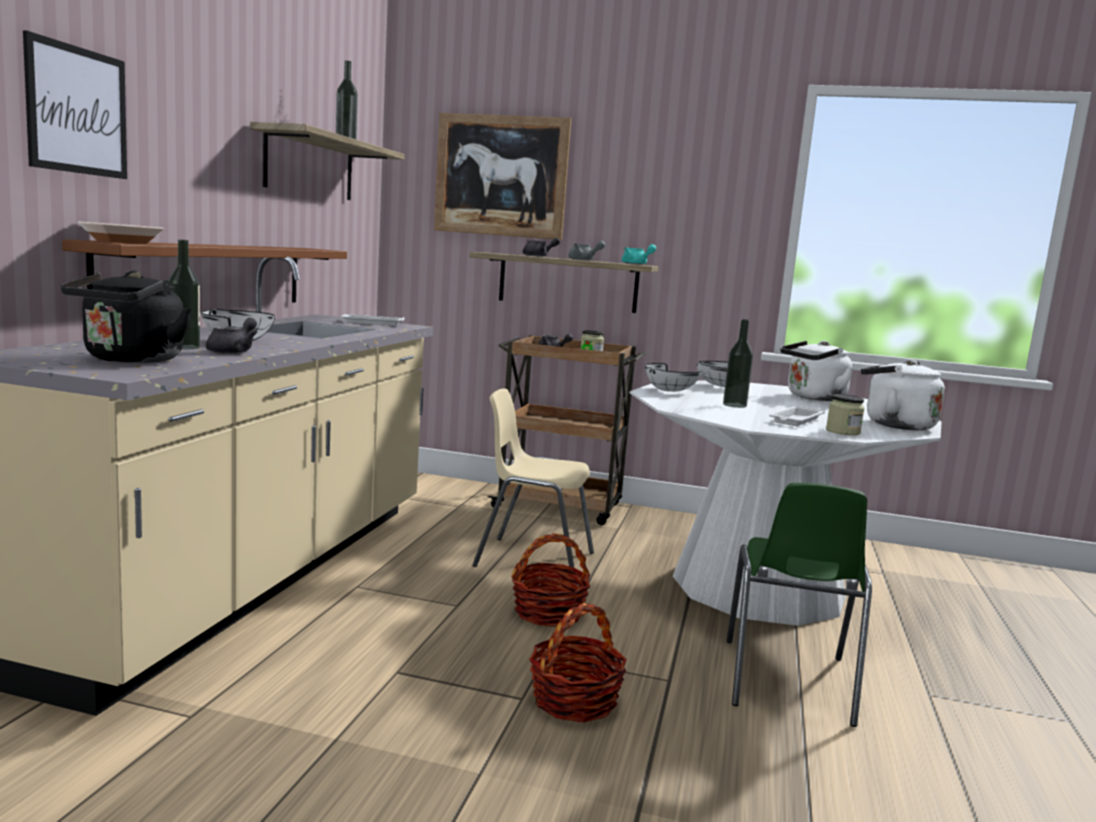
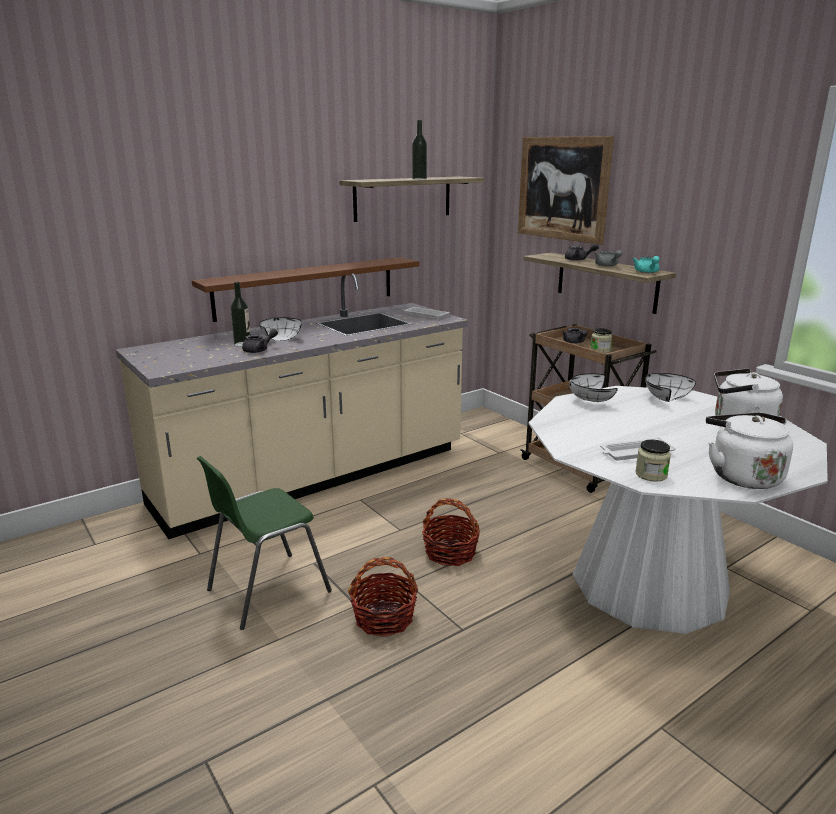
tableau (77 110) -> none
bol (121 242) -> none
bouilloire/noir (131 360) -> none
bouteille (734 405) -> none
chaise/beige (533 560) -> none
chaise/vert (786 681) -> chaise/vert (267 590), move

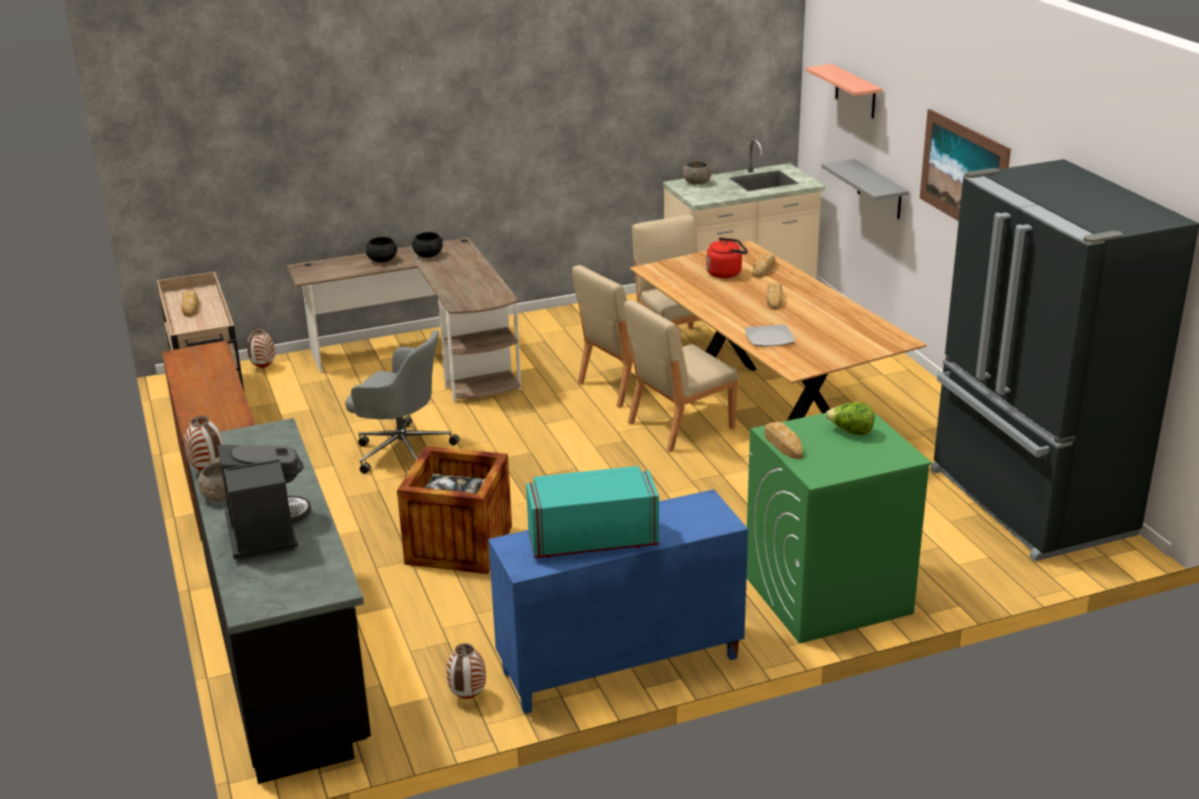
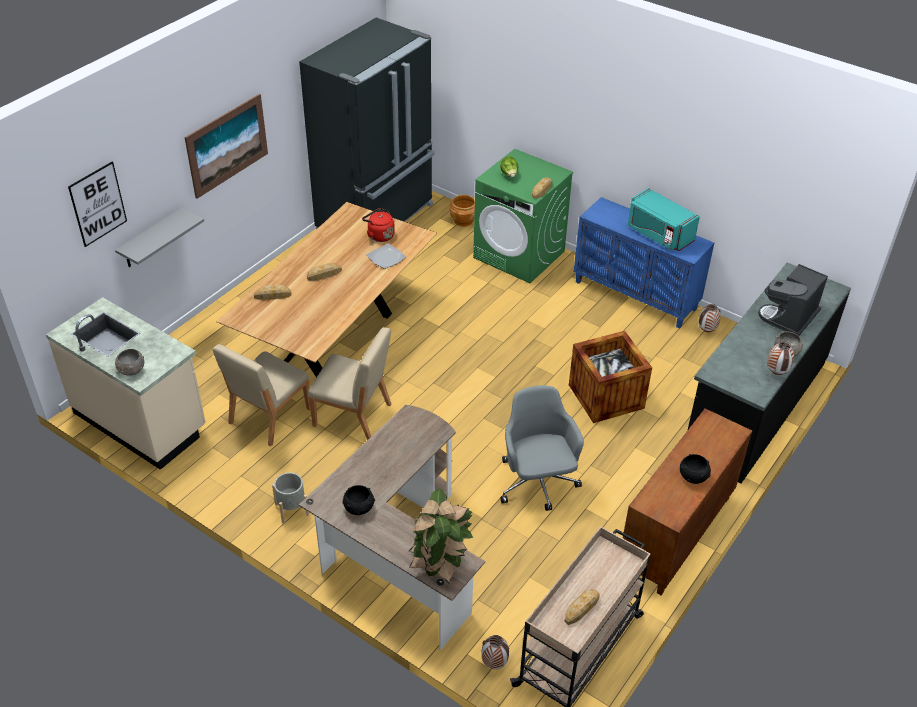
étagère (855 92) -> tableau (98 204)
bol/noir (382 260) -> bol/noir (693 476), move
bouilloire/rouge (726 273) -> bouilloire/rouge (379 235), move
chaise/beige (679 426) -> none
none -> cache-pot/marron (463 221)
none -> cache-pot/gris (292 509)
none -> plante en pot (440 564)

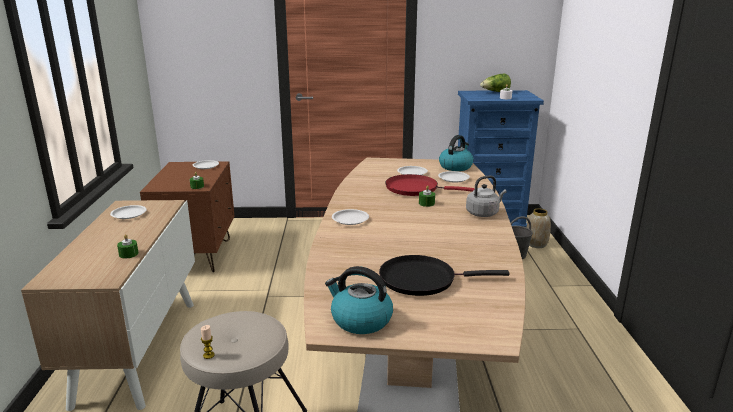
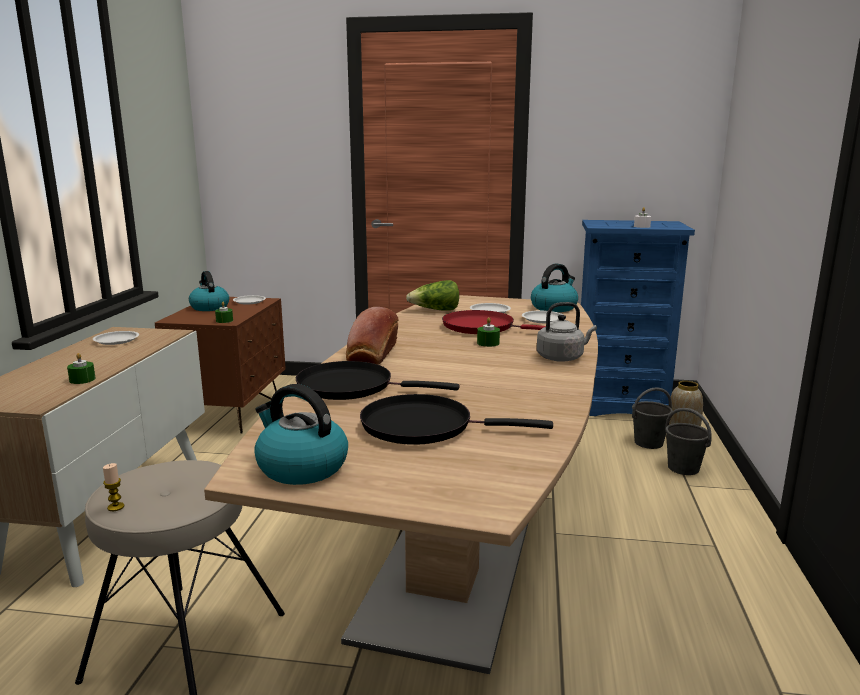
laitue (495 92) -> laitue (435 310), move
assiette/blanc (350 219) -> pain (371 354)
none -> bouilloire (209 307)
none -> poêle/noir (351 387)
none -> seau/gris (684 468)

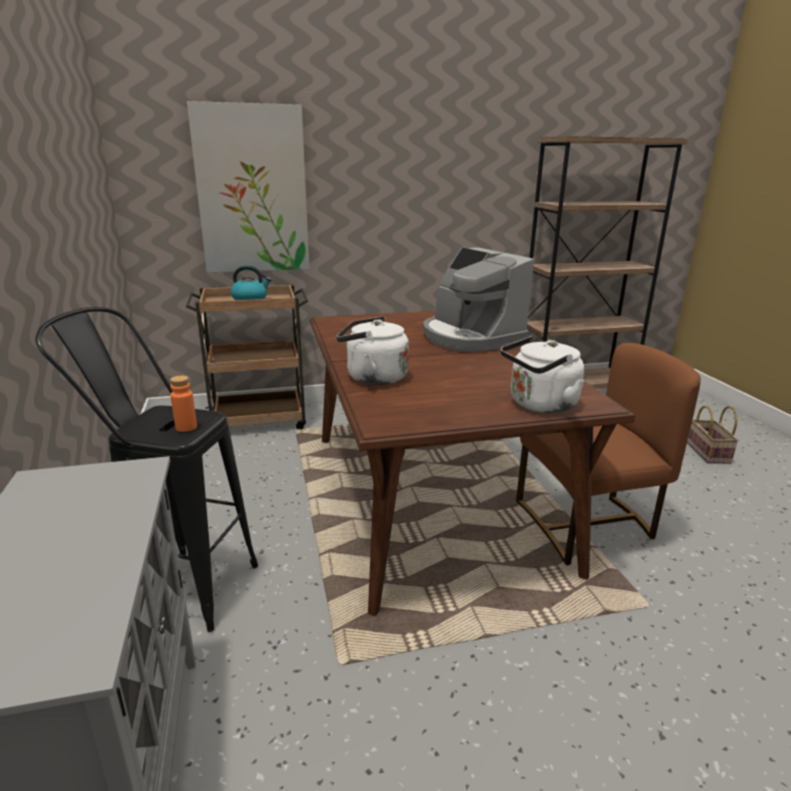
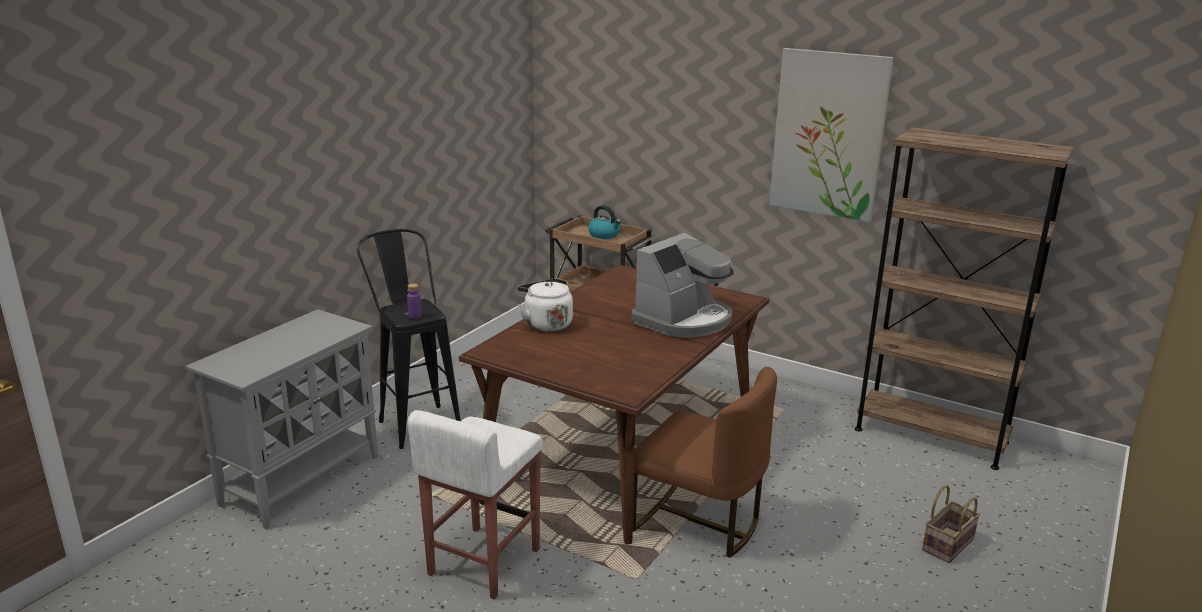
tableau (252 190) -> tableau (828 134), move
machine à café (470 337) -> machine à café (684 320), 150 degrees counterclockwise
bouilloire/blanc (540 405) -> none
bouteille/orange (186 427) -> bouteille/violet (415 316)
none -> tabouret/blanc (483 562)

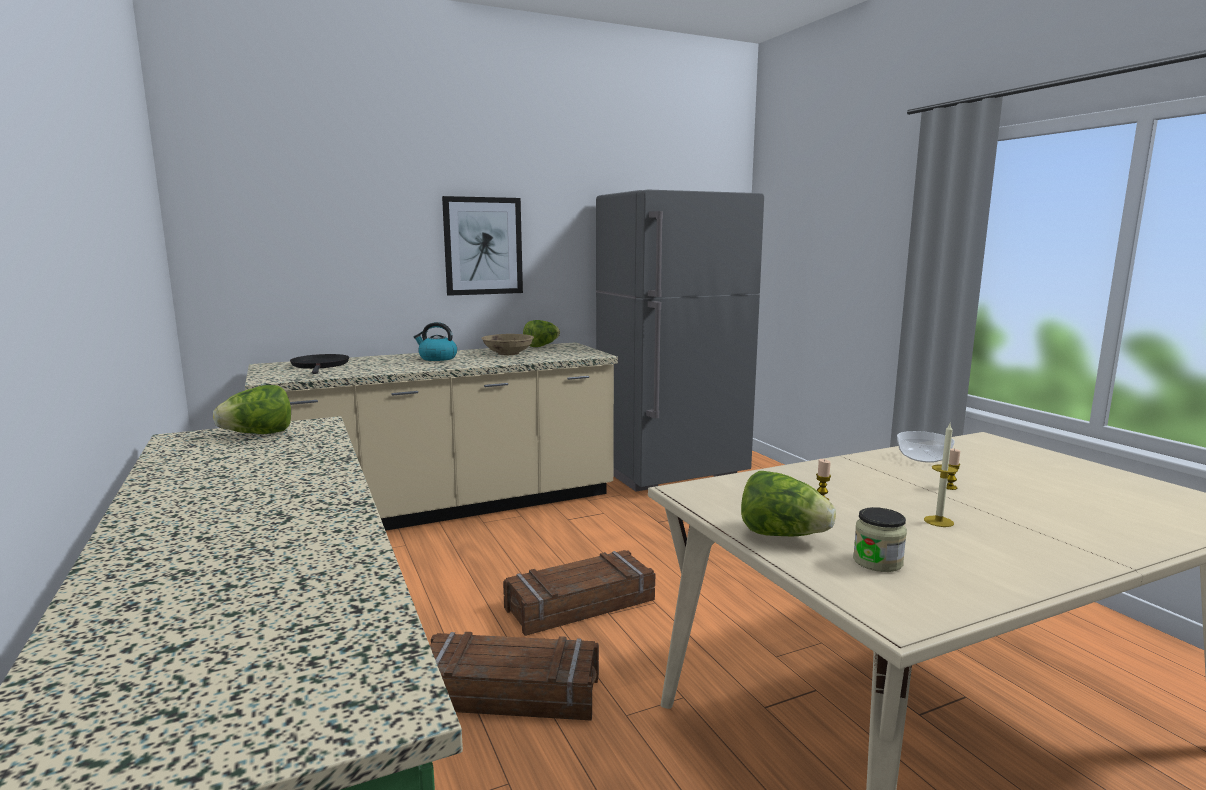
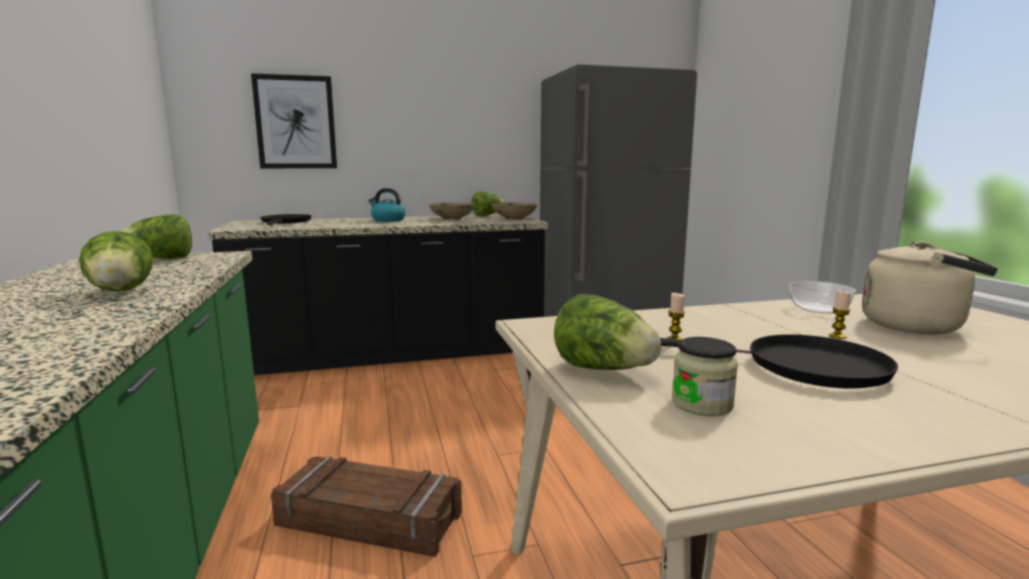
tableau (483 246) -> tableau (295 122), move
comptoir de cuisine/beige (446 508) -> comptoir de cuisine/noir (394 353)
bougie (938 521) -> poêle/noir (806 368)
caisse (579 604) -> none
none -> bol/beige (514 218)
none -> laitue (121 292)
none -> bouilloire/beige (917 326)

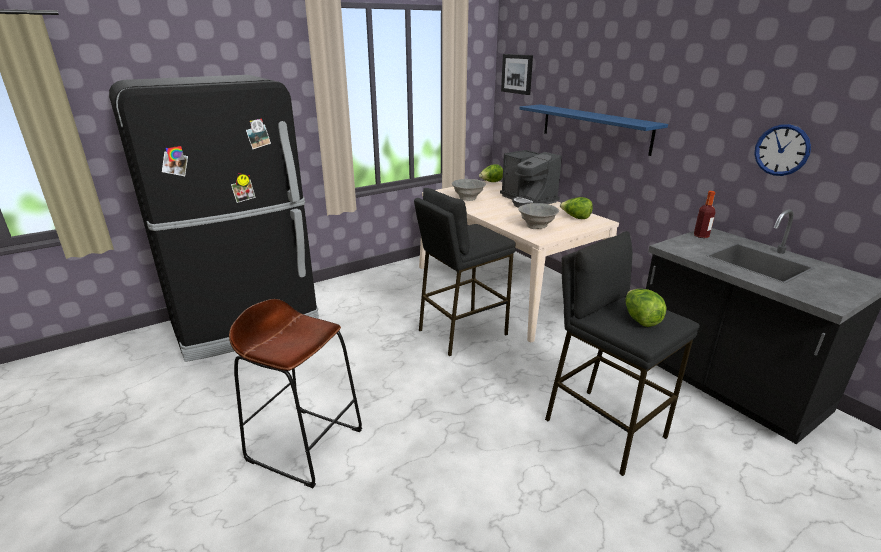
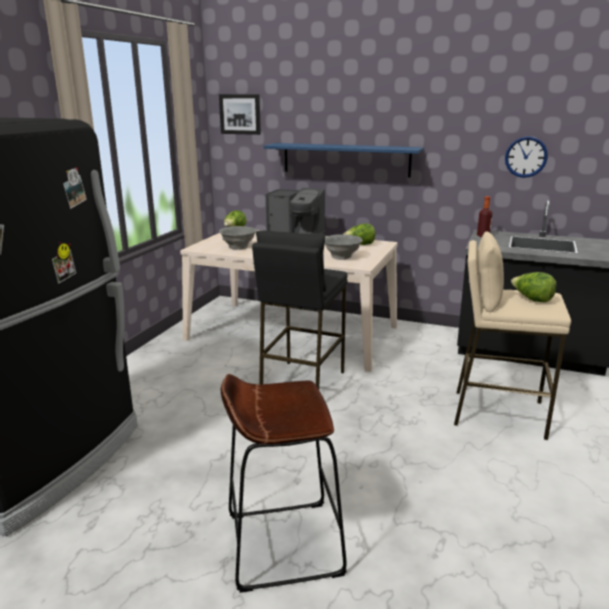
tabouret/noir (604 428) -> tabouret/beige (498 413)

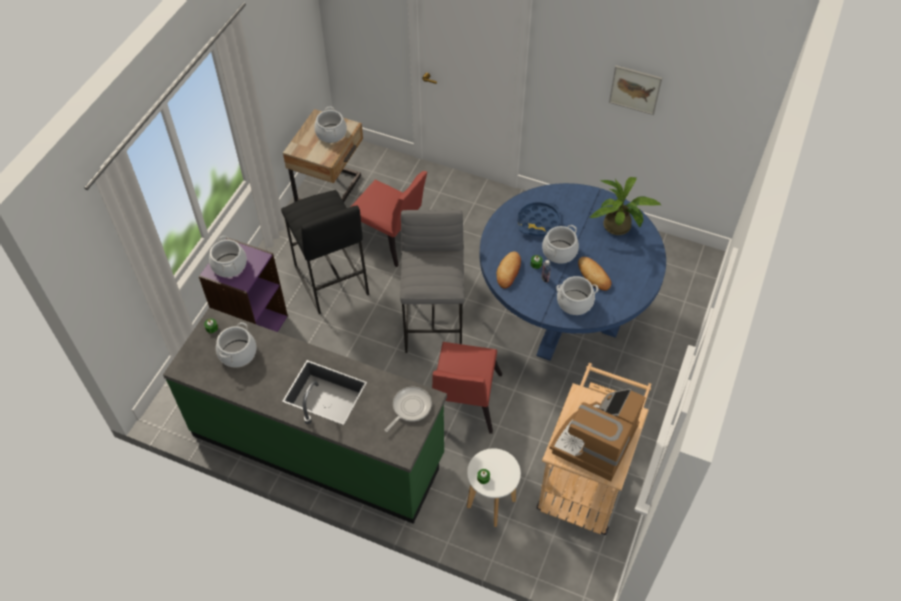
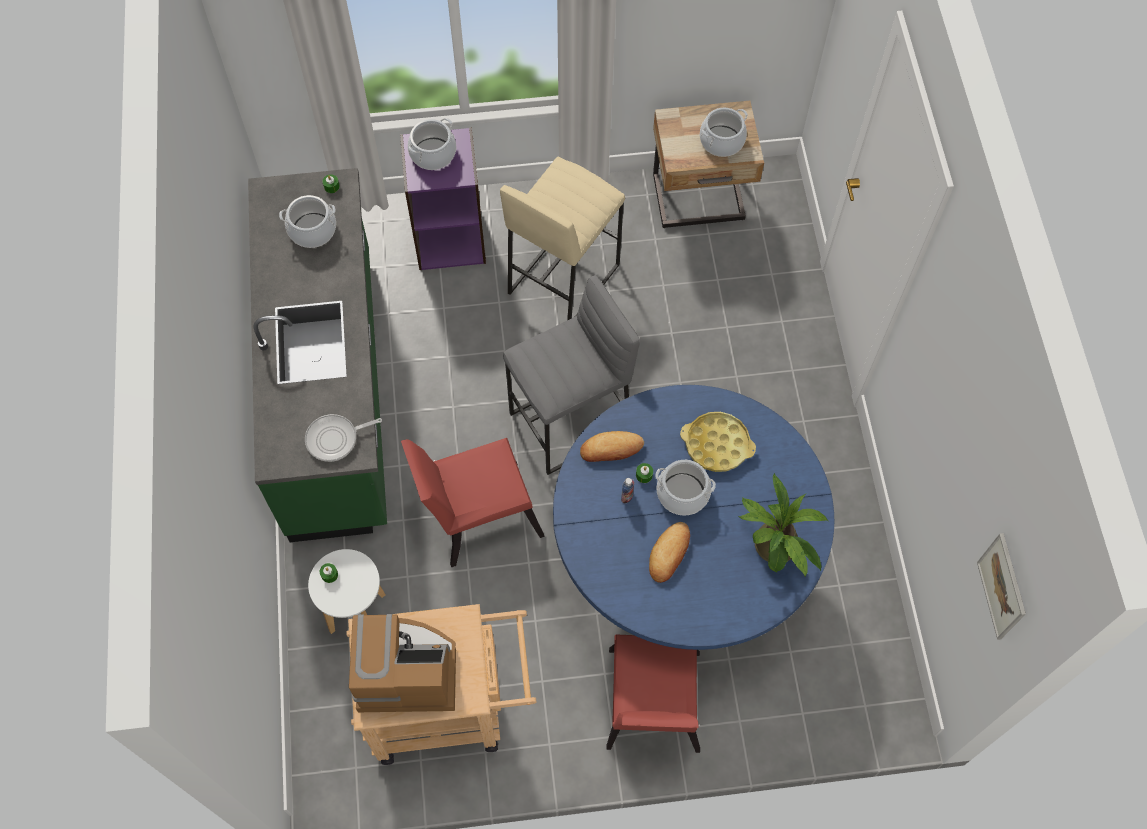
tableau (635 89) -> tableau (1002 586), move
chaise/rouge (390 238) -> chaise/rouge (651 708), move
tabouret/noir (330 280) -> tabouret/beige (563 278)
plateau/bleu (538 222) -> plateau/jaune (717 444)
marmite (574 302) -> none
poêle (410 408) -> poêle (335 439), 150 degrees clockwise

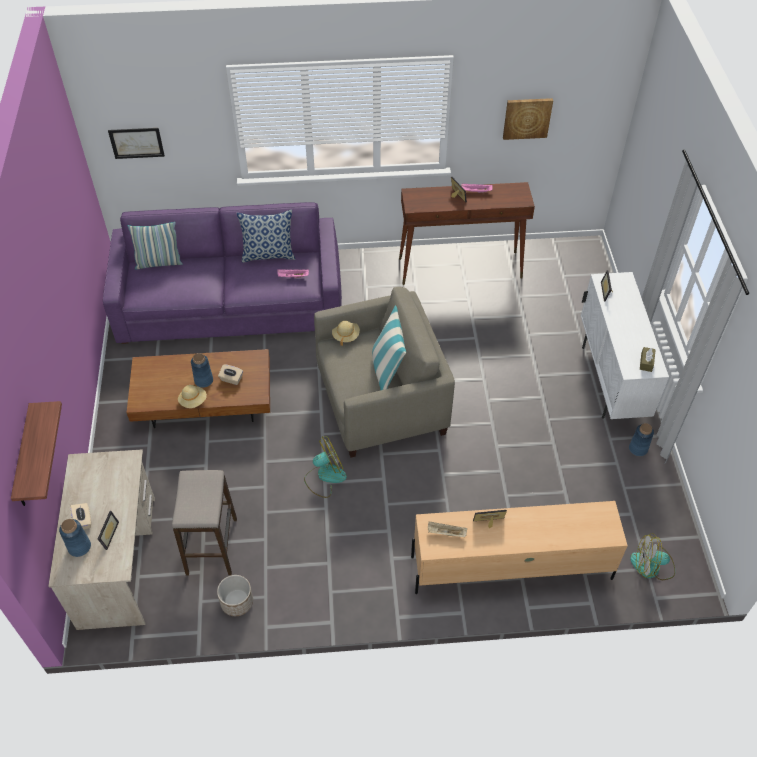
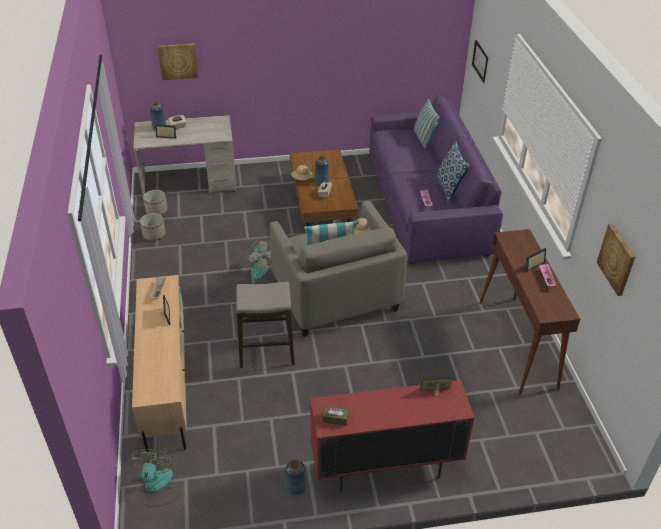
meuble de rangement/blanc (610 381) -> meuble de rangement/rouge (385 467)
étagère (25 459) -> tableau (178 61)
tabouret (212 546) -> tabouret (267 352), move
none -> cache-pot (156 211)

